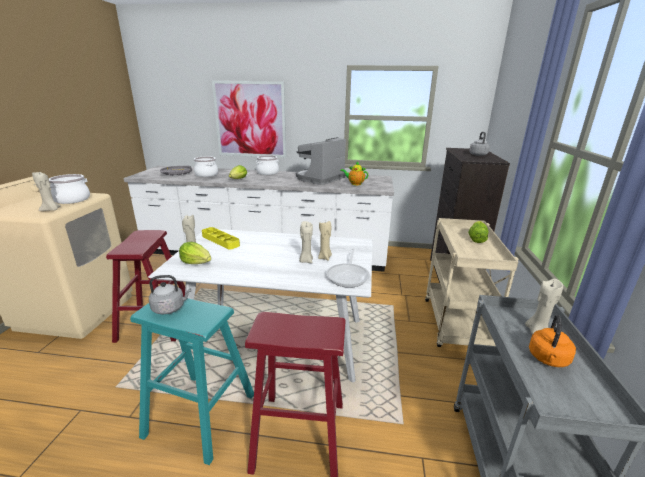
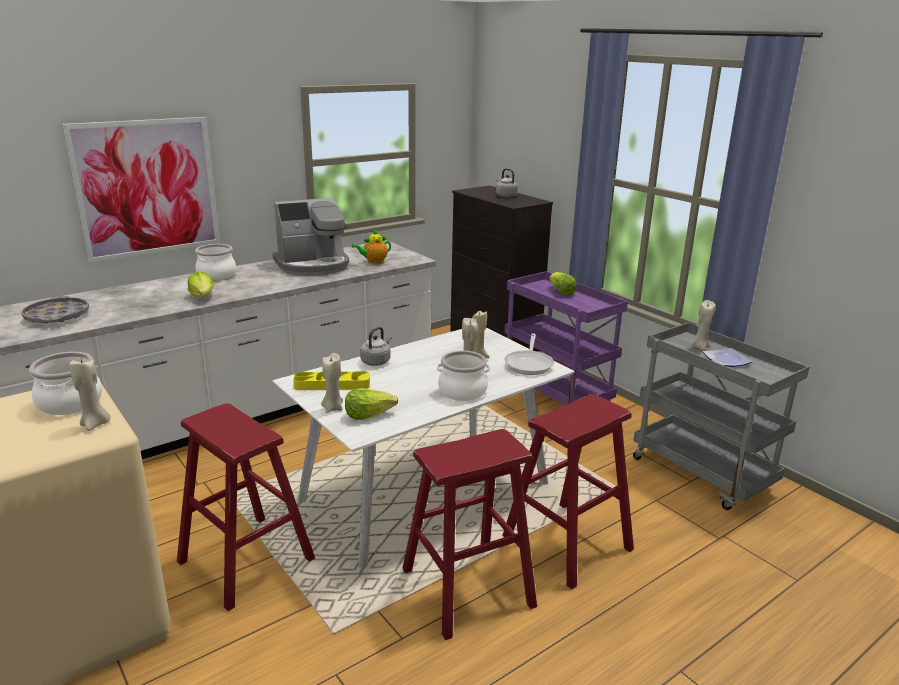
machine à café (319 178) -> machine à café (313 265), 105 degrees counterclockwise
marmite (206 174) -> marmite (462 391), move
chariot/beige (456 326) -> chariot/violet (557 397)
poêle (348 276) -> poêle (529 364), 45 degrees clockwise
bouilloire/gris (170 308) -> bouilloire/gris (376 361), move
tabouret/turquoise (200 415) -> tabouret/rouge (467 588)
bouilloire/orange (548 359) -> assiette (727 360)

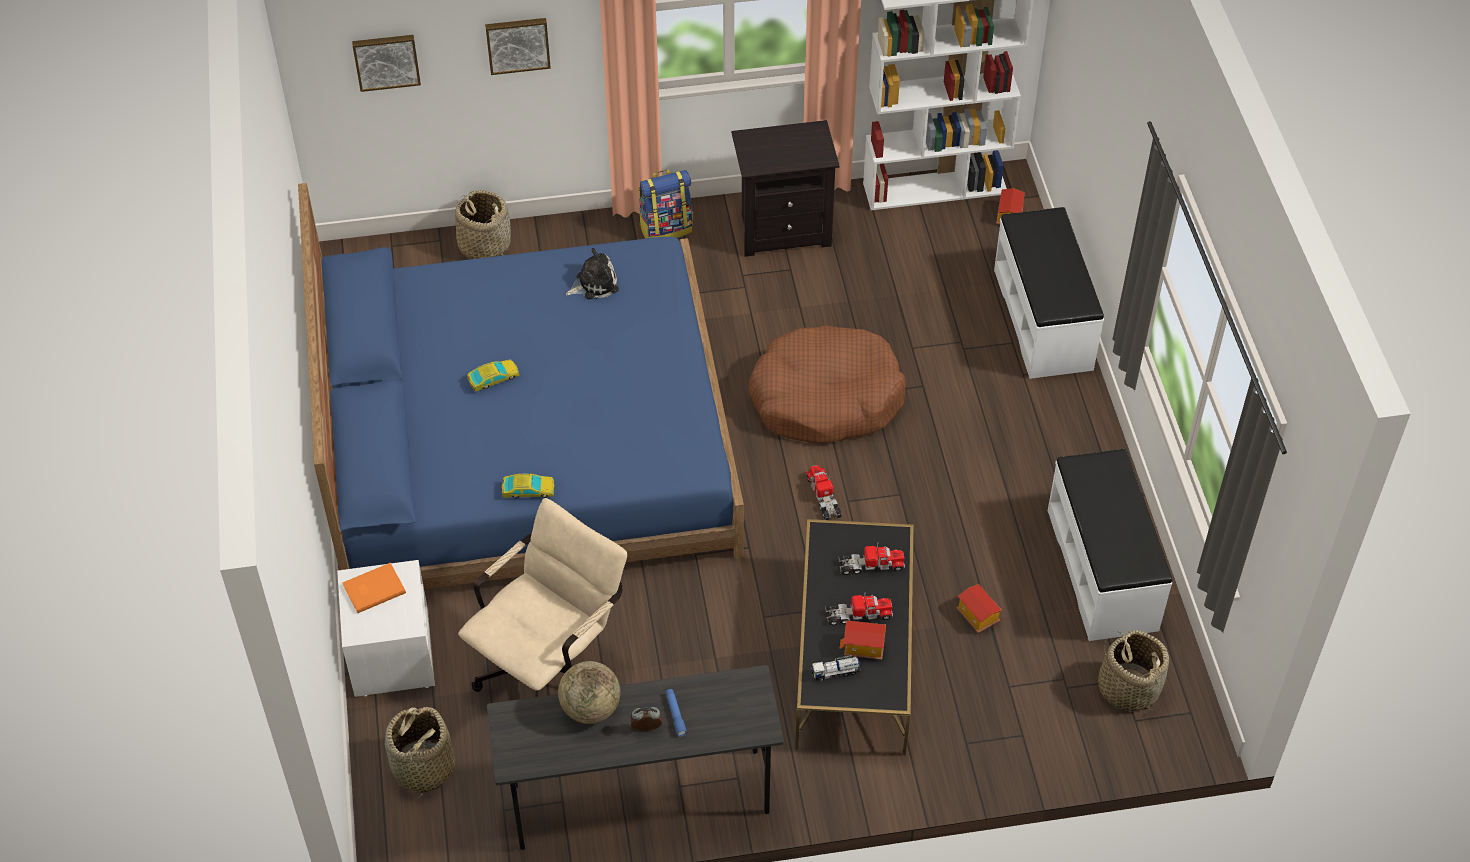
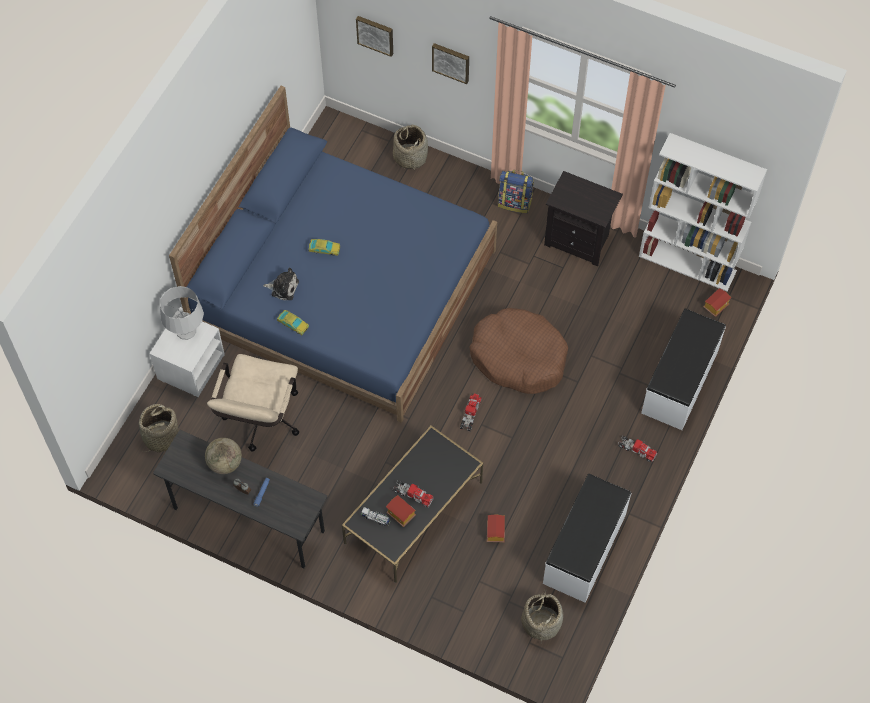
peluche (594 283) -> peluche (283 287), move
chaise de bureau/beige (551 666) -> chaise de bureau/beige (260 422), 120 degrees clockwise
camion jouet (871 566) -> camion jouet (636 450), move
livre/orange (373 588) -> lampe de table/gris (186 331)

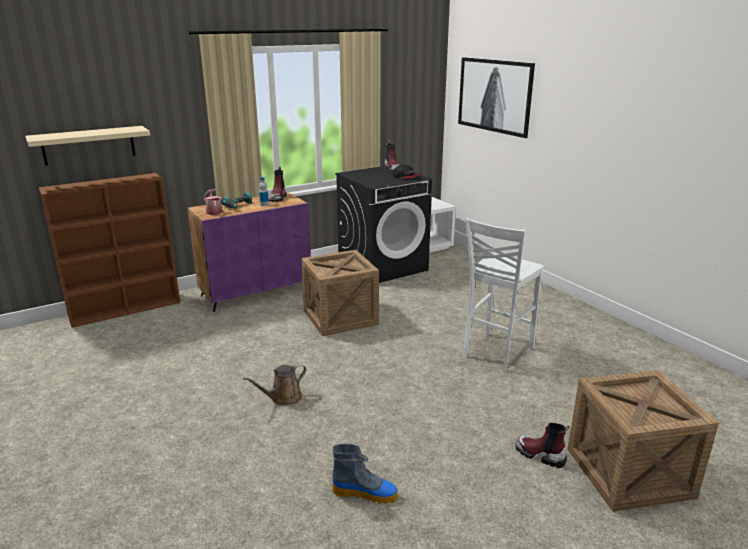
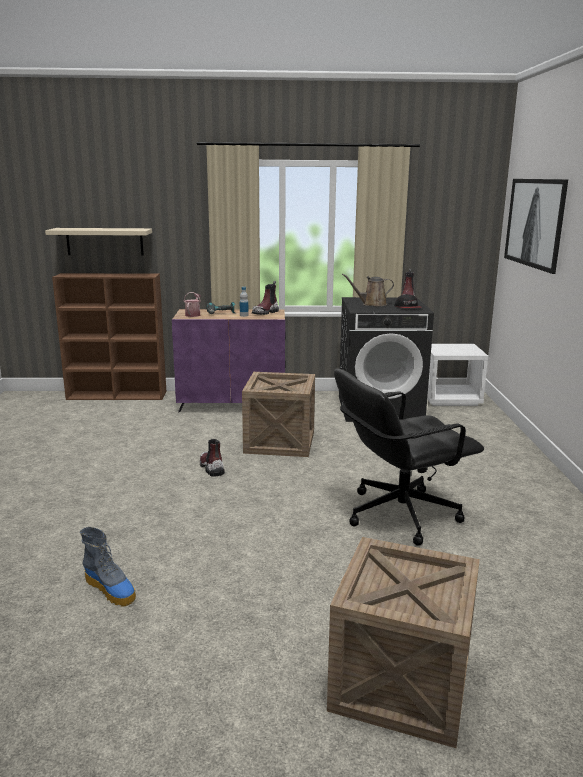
tabouret/blanc (495 352) -> chaise de bureau/noir (399 514)
arrosoir/marron (283 398) -> arrosoir/marron (372 304), move
botte (540 455) -> botte (211 468), move

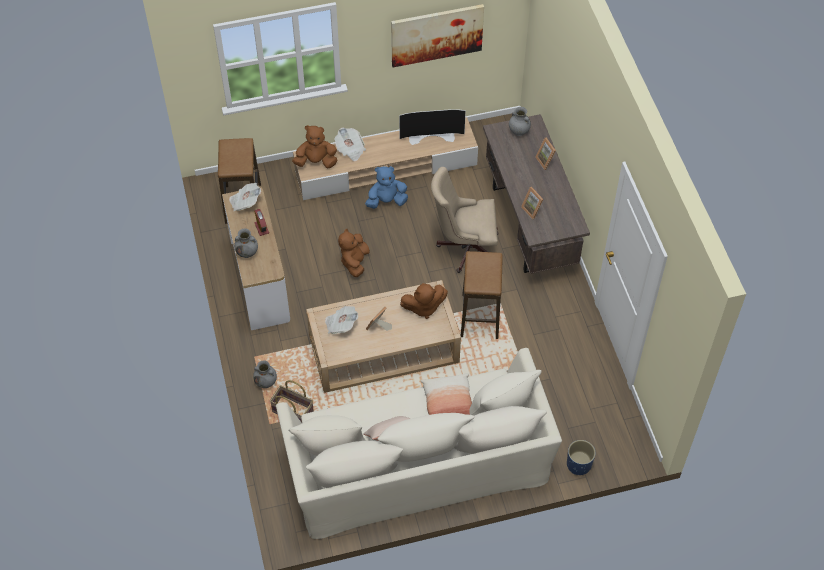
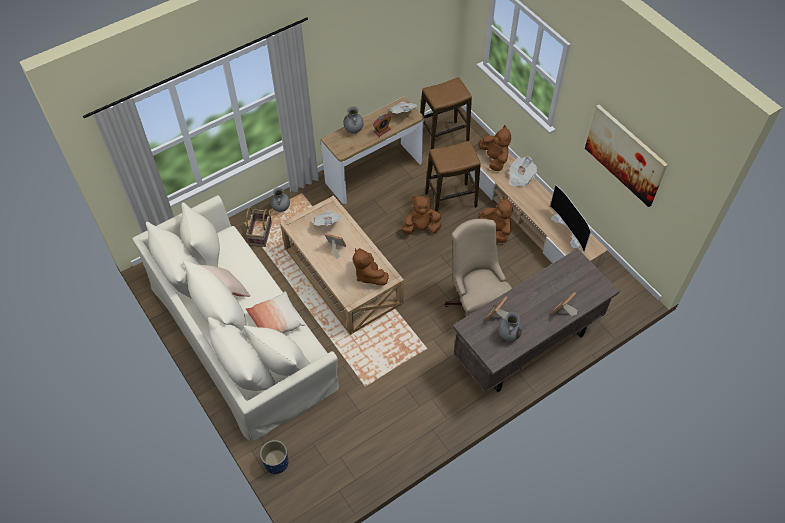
vase/gris (518 131) -> vase/gris (508 334), move
peluche/bleu (386 201) -> peluche/marron (496 230)
tabouret (480 316) -> tabouret (450 200), move

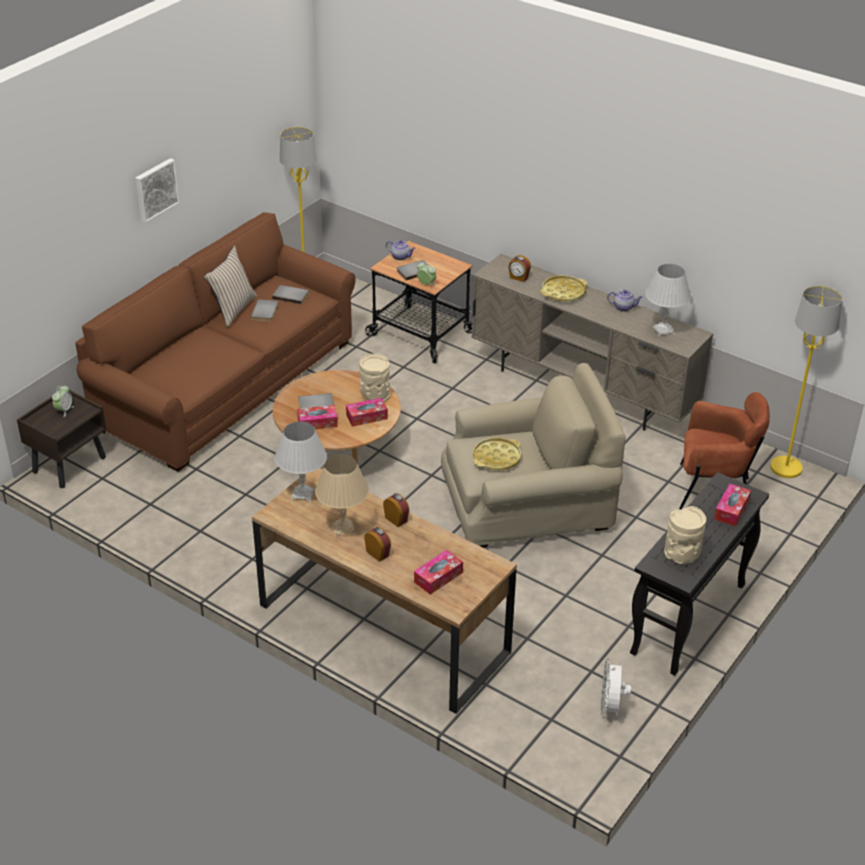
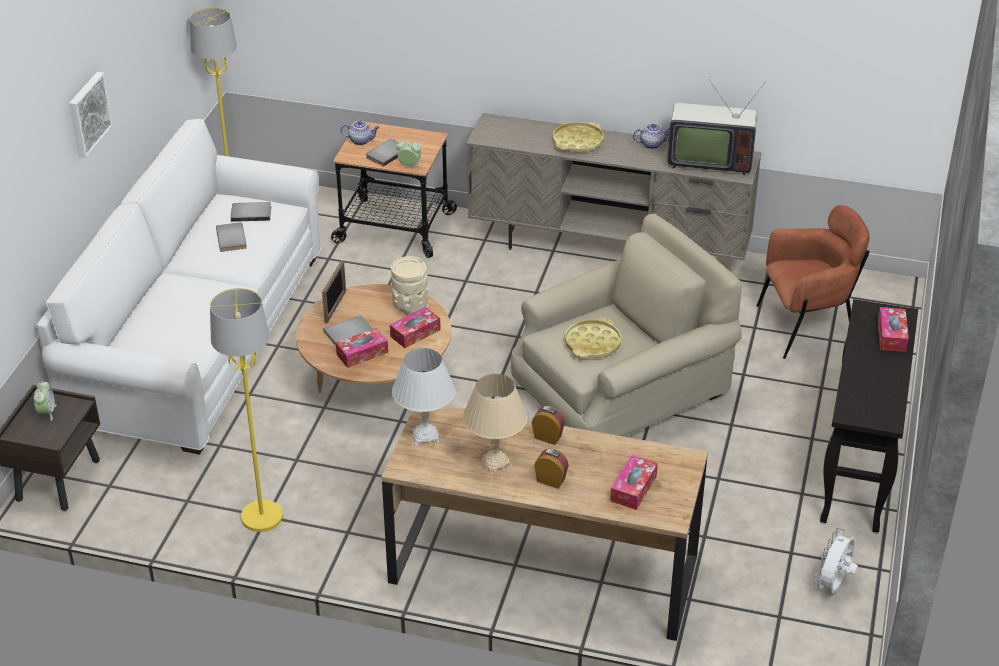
canapé/marron (226 383) -> canapé/blanc (198 337)
coussin/beige (233 309) -> none
réveil (518 278) -> none
lampe de table/blanc (663 330) -> téléviseur (708 160)
lampadaire/jaune (785 468) -> lampadaire/jaune (261 517), move
vase/beige (681 555) -> none
ventilateur/blanc (610 708) -> ventilateur/blanc (833 586), 45 degrees clockwise
none -> cadre photo (335 307)

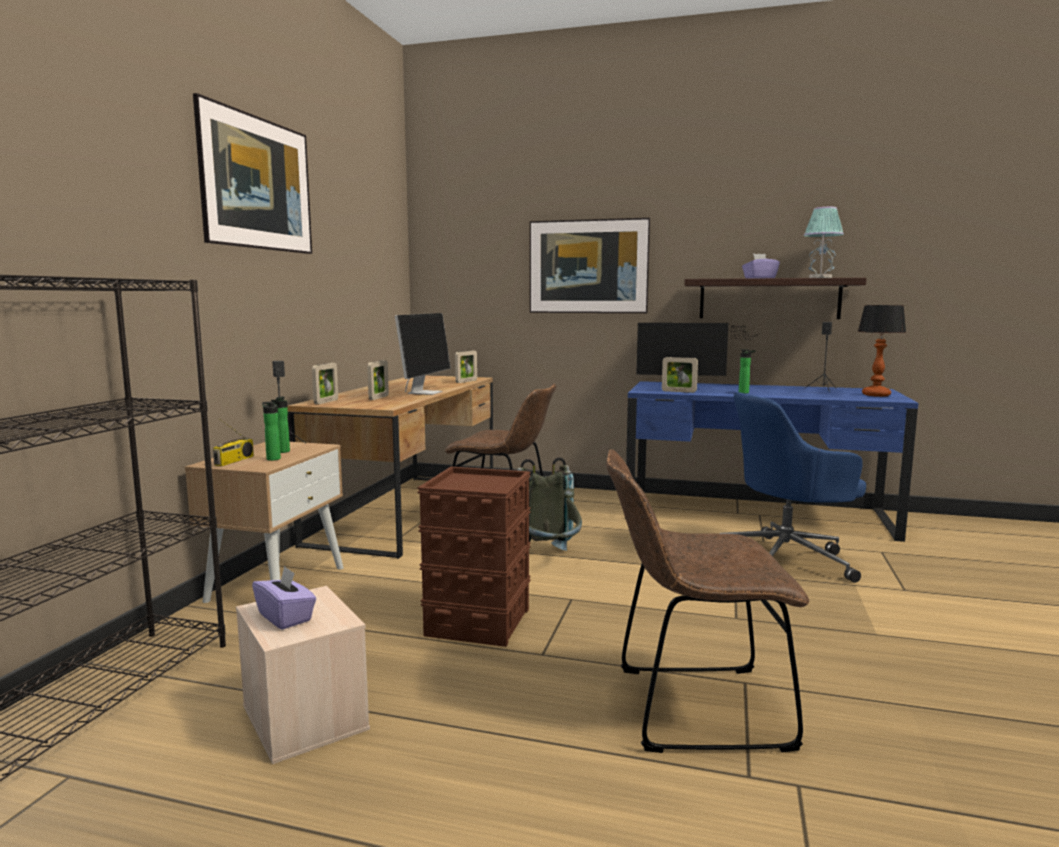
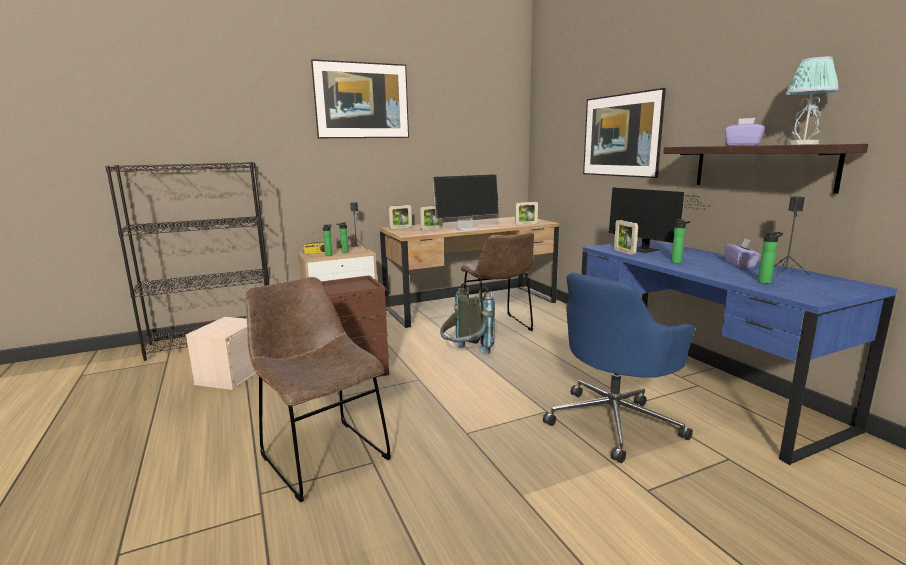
lampe de table (875 395) -> none
chaise de bureau/bleu (787 559) -> chaise de bureau/bleu (614 422), 75 degrees counterclockwise
boîte à mouchoirs/violet (286 617) -> boîte à mouchoirs/violet (740 264), move
none -> bouteille (766 282)

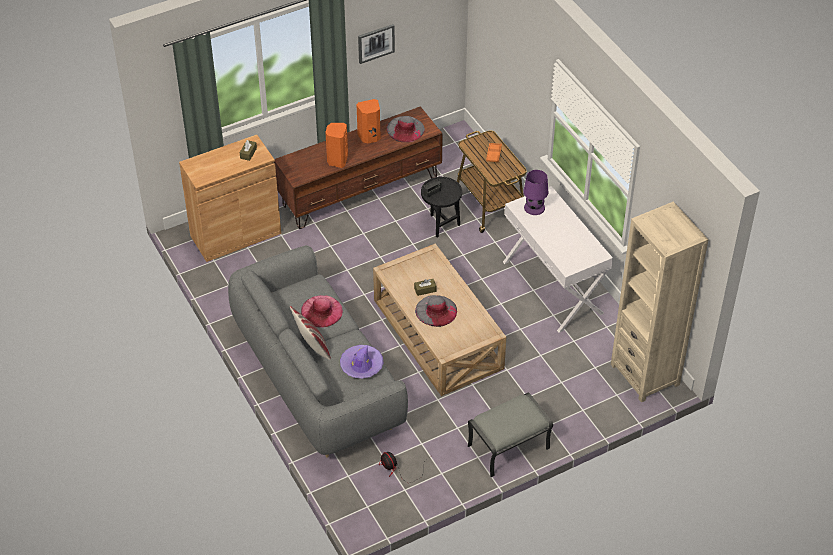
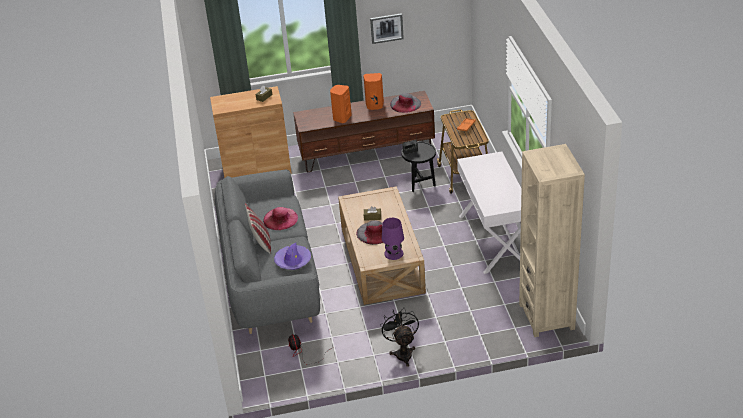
lampe de table/violet (534 207) -> lampe de table/violet (394 253), move
pouf/gris (508 448) -> ventilateur/noir (402 352)

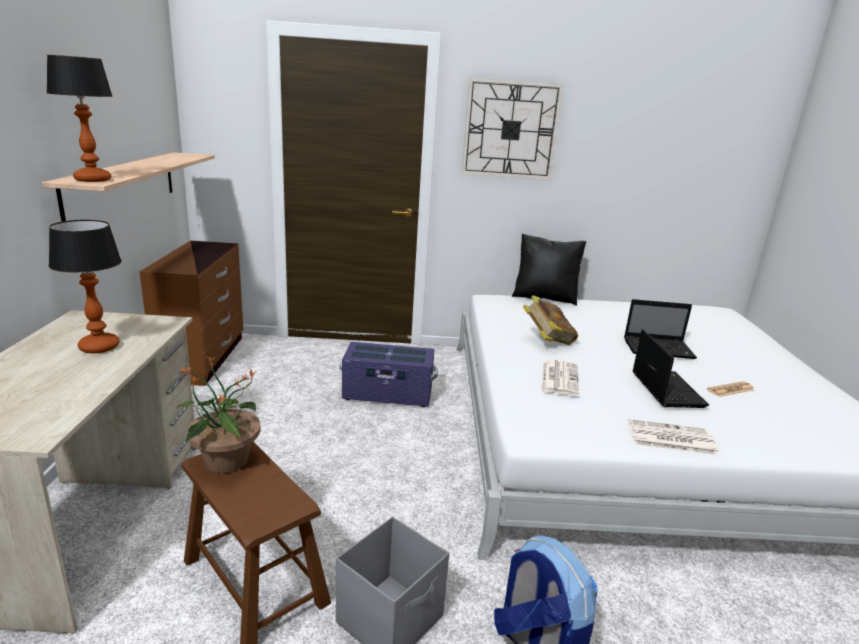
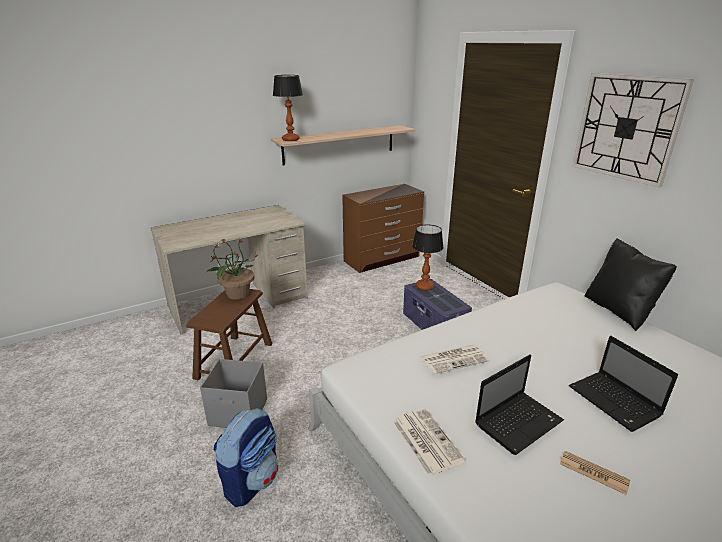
lampe de table (100 347) -> lampe de table (425 286), move
livre (547 340) -> none

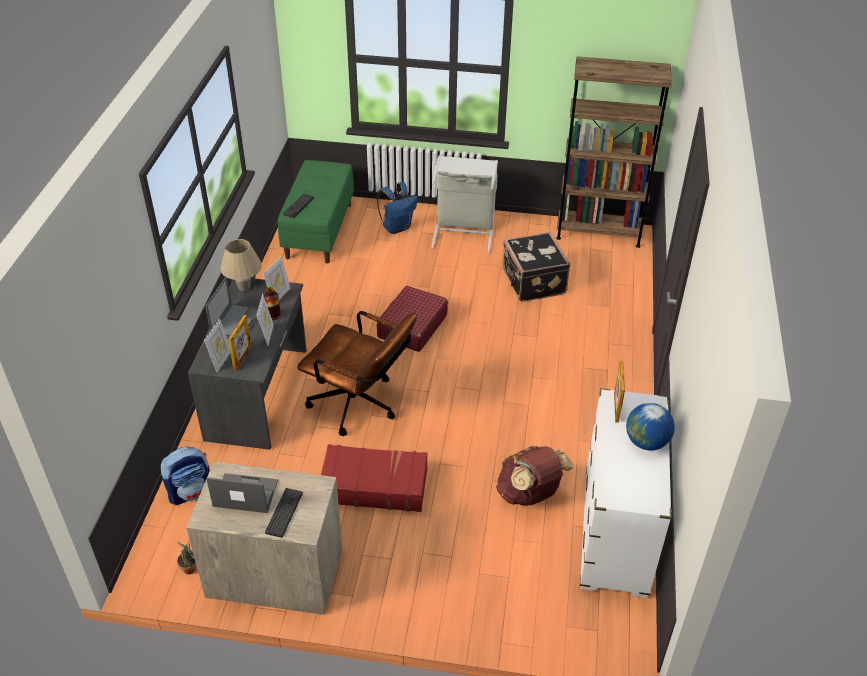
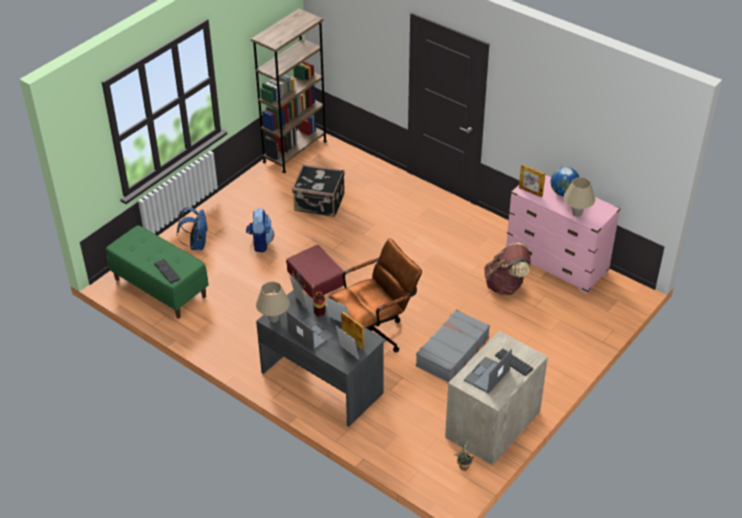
panier à linge/gris (463 233) -> none
commode/blanc (615 533) -> commode/rose (556 263)
valise/rouge (374 485) -> valise/gris (452 352)
sac à dos (191 491) -> sac à dos (260 243), move
none -> lampe de table/beige (577 213)

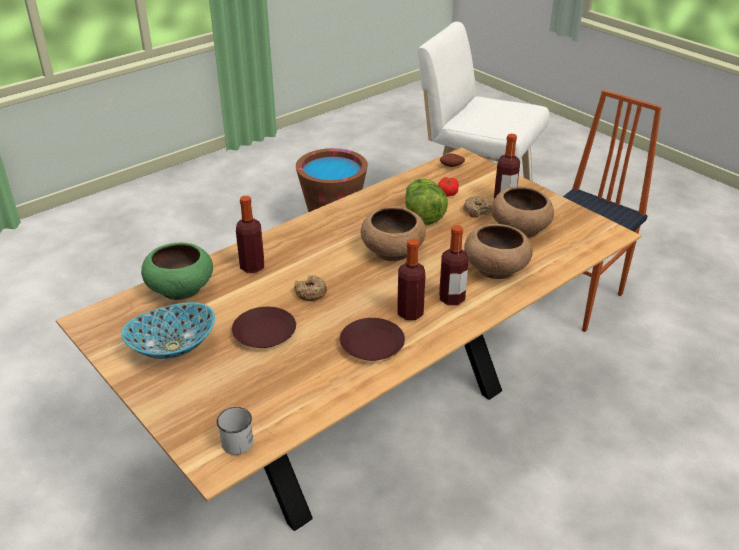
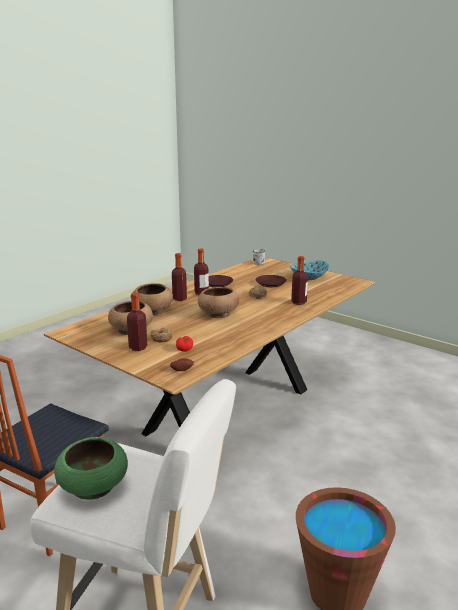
laitue (422 215) -> none
bol/vert (180 288) -> bol/vert (94 487), move

